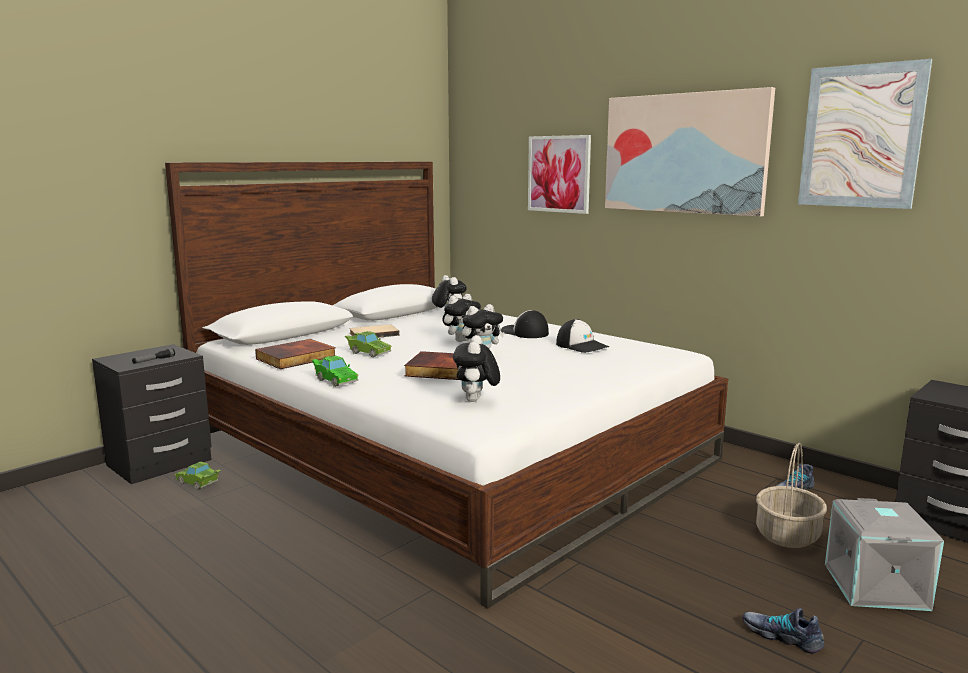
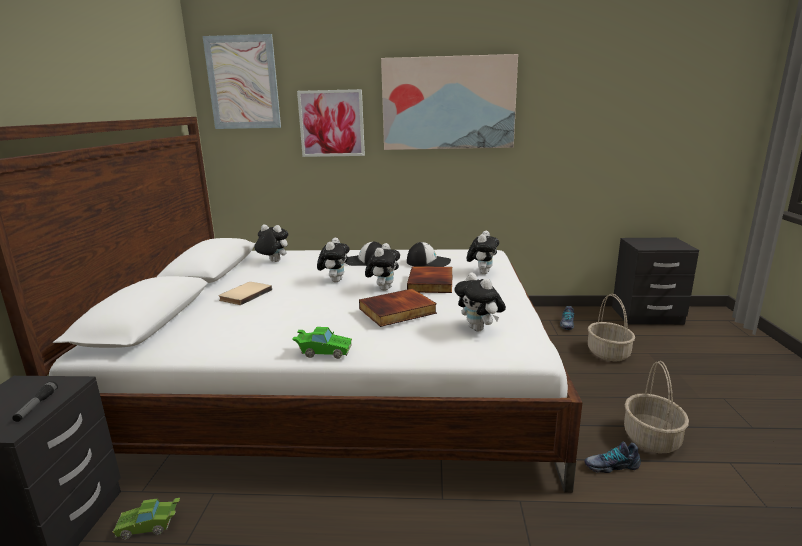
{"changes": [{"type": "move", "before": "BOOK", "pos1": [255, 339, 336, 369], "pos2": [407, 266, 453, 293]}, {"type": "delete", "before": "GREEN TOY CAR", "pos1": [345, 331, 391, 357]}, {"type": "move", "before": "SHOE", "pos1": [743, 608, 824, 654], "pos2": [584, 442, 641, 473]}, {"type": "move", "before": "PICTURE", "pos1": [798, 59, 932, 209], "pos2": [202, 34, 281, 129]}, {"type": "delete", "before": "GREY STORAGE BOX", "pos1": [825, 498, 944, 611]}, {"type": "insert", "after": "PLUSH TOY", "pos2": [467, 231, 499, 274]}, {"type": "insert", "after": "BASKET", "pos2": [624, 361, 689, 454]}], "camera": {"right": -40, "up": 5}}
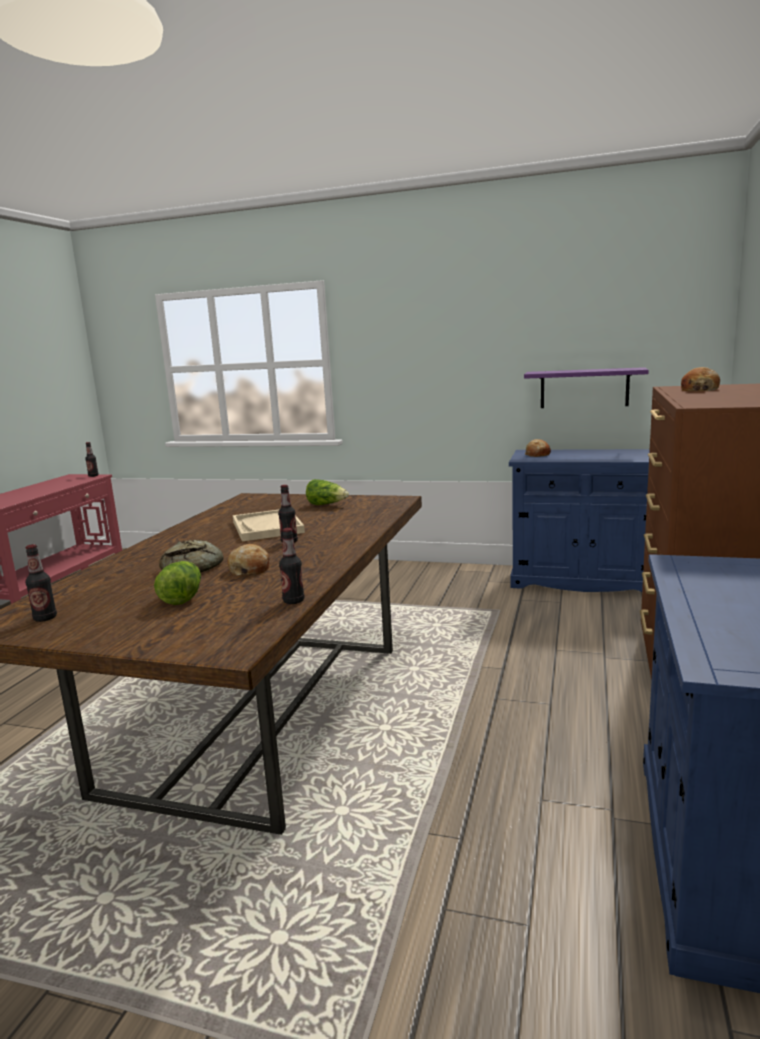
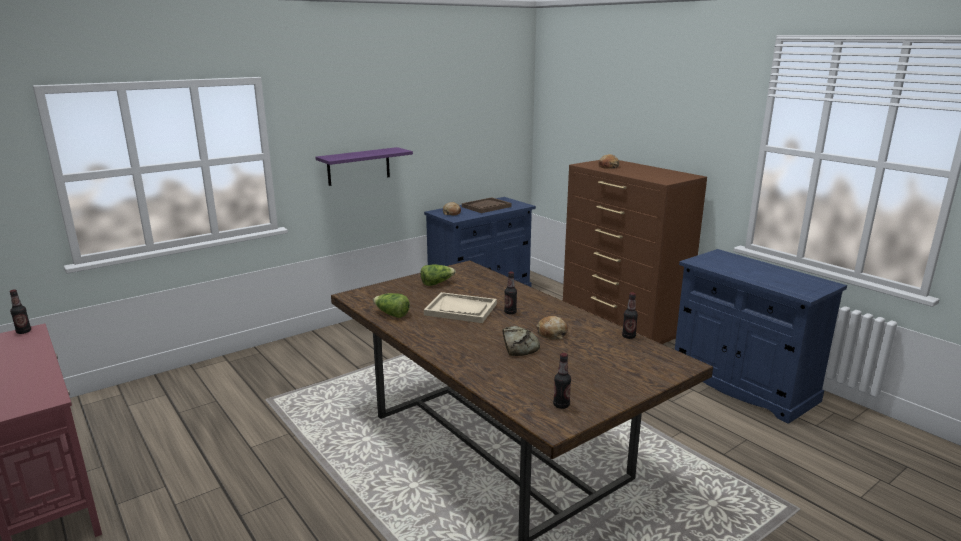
{"changes": [{"type": "move", "before": "LETTUCE", "pos1": [154, 561, 201, 605], "pos2": [373, 293, 410, 318]}, {"type": "move", "before": "PURPLE SHELF", "pos1": [524, 367, 649, 408], "pos2": [316, 147, 413, 186]}, {"type": "insert", "after": "BROWN TRAY", "pos2": [462, 197, 512, 213]}], "camera": {"right": -55, "up": 5}}
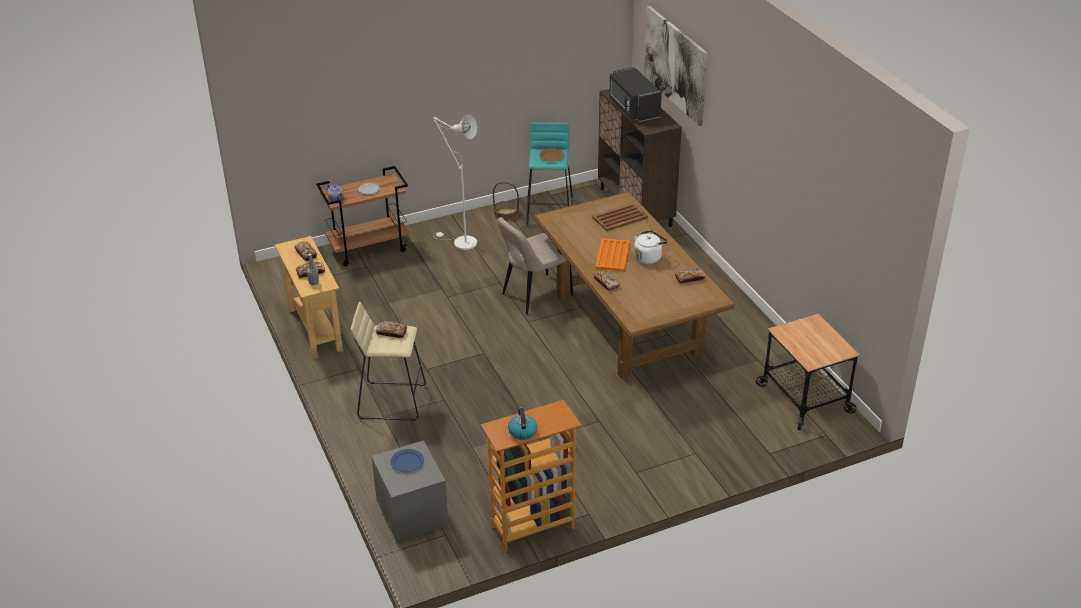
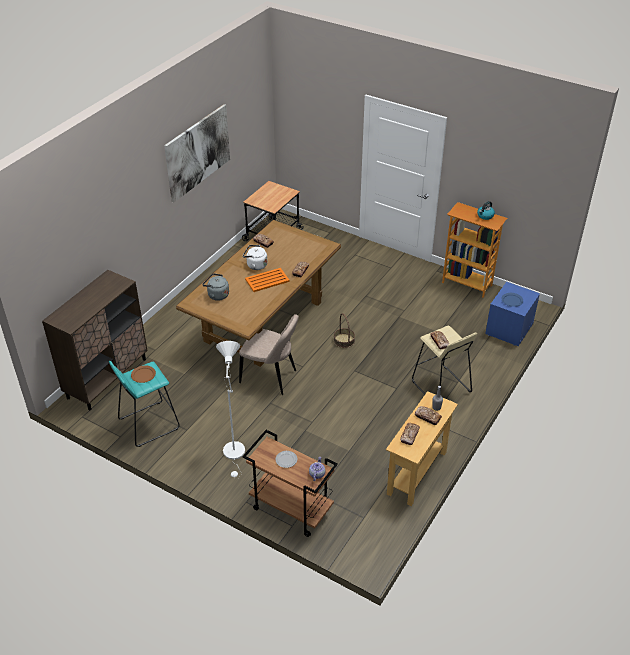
{"changes": [{"type": "recolor", "before": "GREY NIGHTSTAND", "after": "BLUE NIGHTSTAND", "pos1": [371, 440, 449, 542], "pos2": [485, 282, 540, 346]}, {"type": "move", "before": "BASKET", "pos1": [493, 182, 519, 221], "pos2": [334, 313, 355, 348]}, {"type": "replace", "before": "BROWN TRAY", "after": "GREY KETTLE", "pos1": [592, 203, 648, 231], "pos2": [202, 273, 229, 301]}, {"type": "delete", "before": "BLACK MICROWAVE", "pos1": [609, 67, 662, 122]}, {"type": "move", "before": "PICTURE", "pos1": [644, 6, 708, 126], "pos2": [164, 104, 230, 203]}], "camera": {"right": -125, "up": 5}}
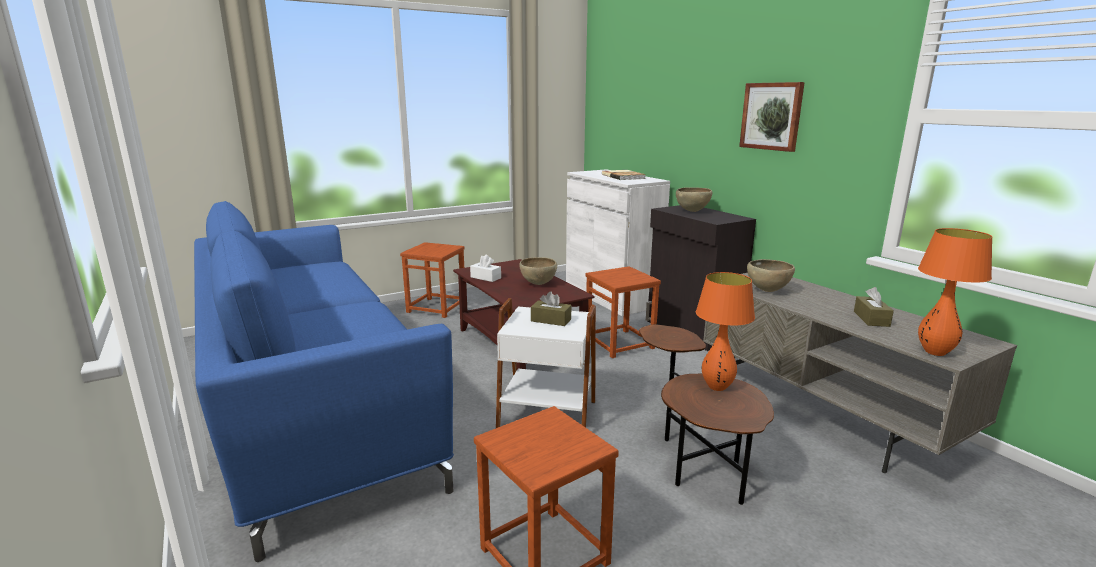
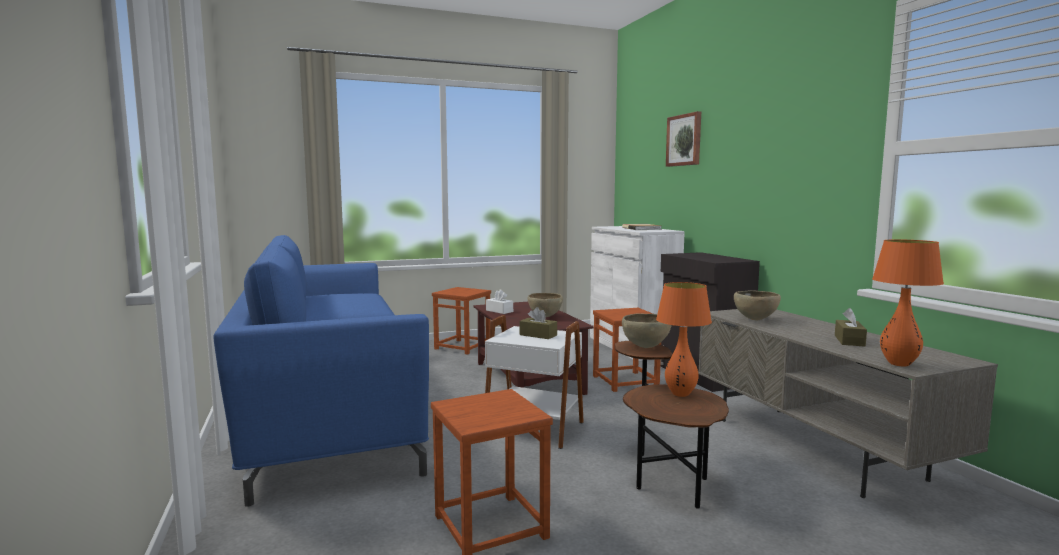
{"changes": [{"type": "move", "before": "BROWN BOWL", "pos1": [676, 187, 712, 212], "pos2": [622, 313, 672, 348]}, {"type": "move", "before": "PICTURE", "pos1": [739, 82, 805, 152], "pos2": [666, 111, 701, 167]}], "camera": {"right": 10, "up": -10}}
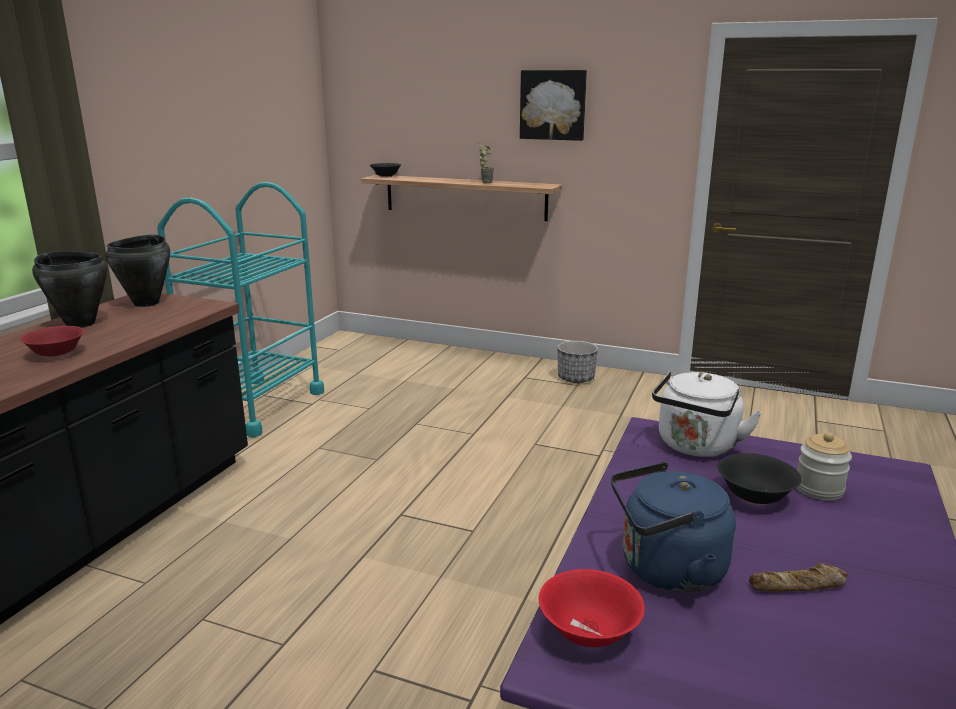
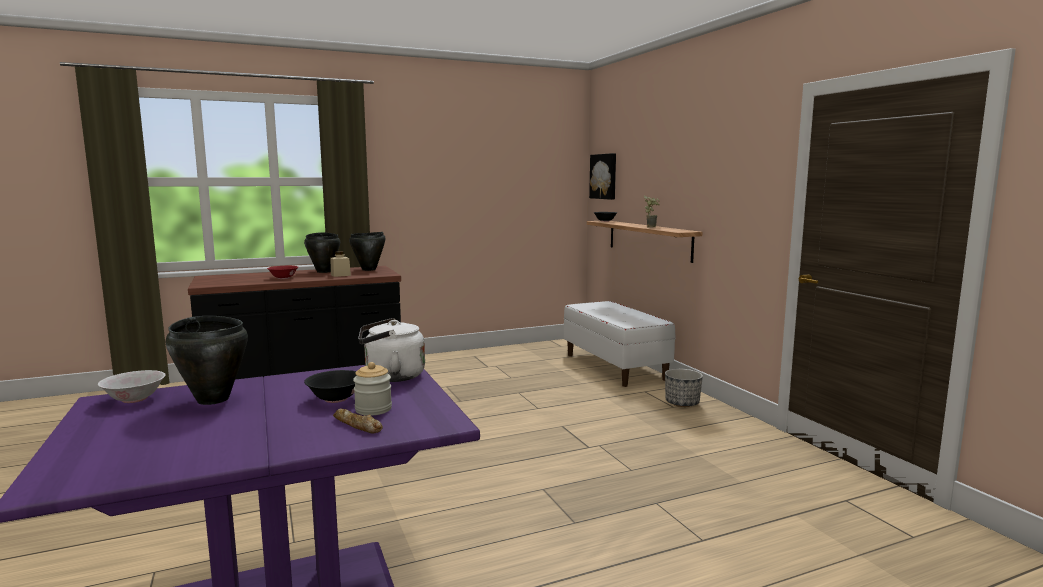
{"changes": [{"type": "delete", "before": "TURQUOISE CART", "pos1": [157, 182, 324, 437]}, {"type": "move", "before": "PICTURE", "pos1": [520, 70, 587, 141], "pos2": [589, 153, 616, 200]}, {"type": "recolor", "before": "RED BOWL", "after": "WHITE BOWL", "pos1": [539, 569, 645, 647], "pos2": [98, 370, 166, 403]}, {"type": "replace", "before": "BLUE KETTLE", "after": "BLACK COOKING POT", "pos1": [611, 462, 736, 593], "pos2": [165, 316, 248, 405]}, {"type": "move", "before": "BREAD", "pos1": [749, 562, 848, 592], "pos2": [333, 409, 383, 433]}, {"type": "insert", "after": "BEIGE JAR", "pos2": [331, 251, 351, 277]}, {"type": "insert", "after": "WHITE BENCH", "pos2": [564, 301, 676, 387]}], "camera": {"right": 45, "up": -10}}
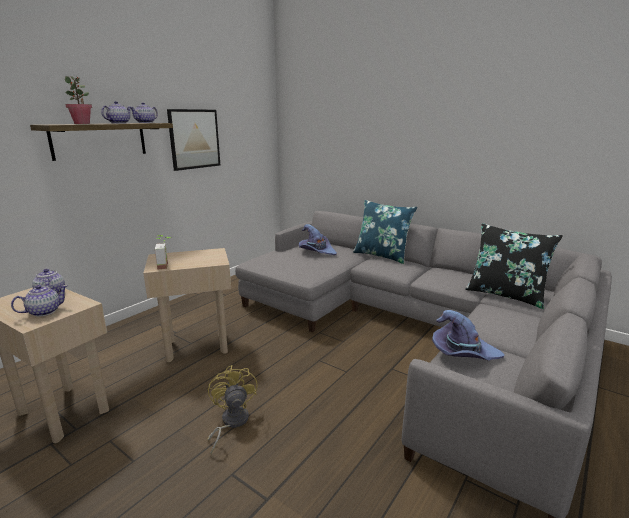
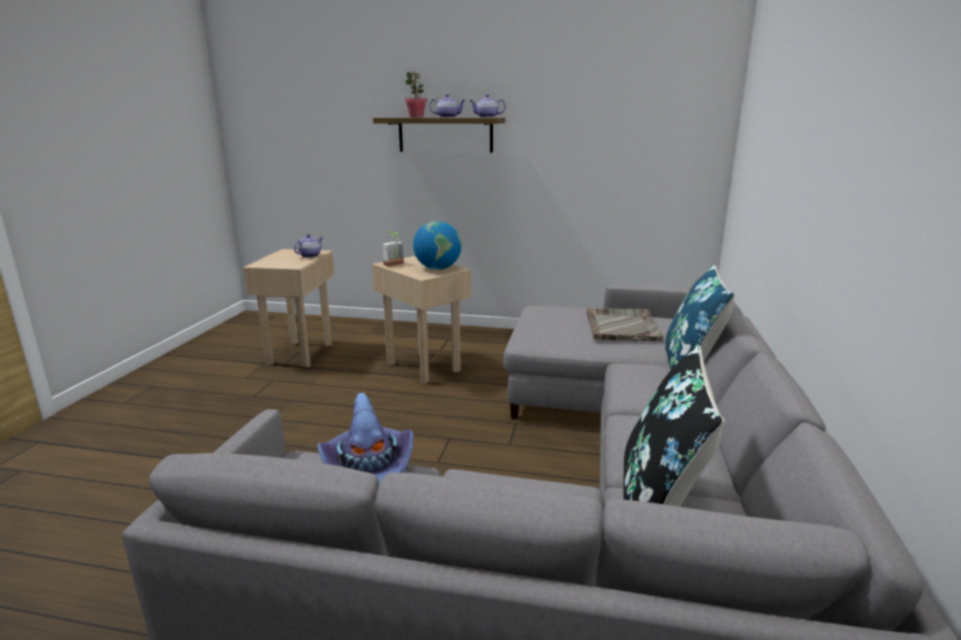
{"changes": [{"type": "delete", "before": "TEAPOT", "pos1": [11, 285, 68, 316]}, {"type": "delete", "before": "PICTURE", "pos1": [167, 109, 220, 171]}, {"type": "delete", "before": "YELLOW FAN", "pos1": [207, 365, 257, 455]}, {"type": "replace", "before": "PURPLE HAT", "after": "GREY TRAY", "pos1": [299, 224, 337, 255], "pos2": [587, 308, 663, 342]}, {"type": "insert", "after": "GLOBE", "pos2": [413, 221, 462, 270]}], "camera": {"right": 65, "up": 0}}
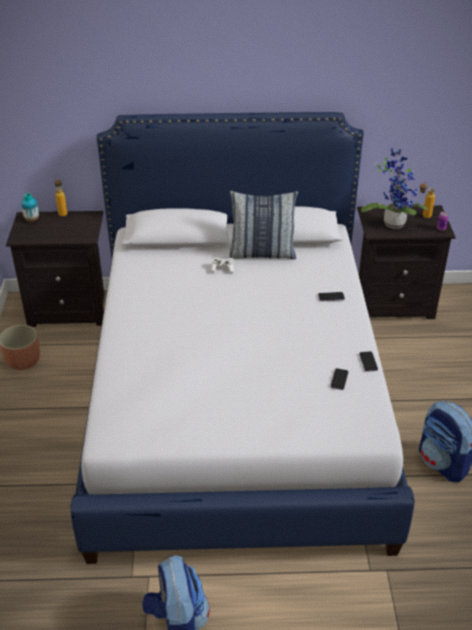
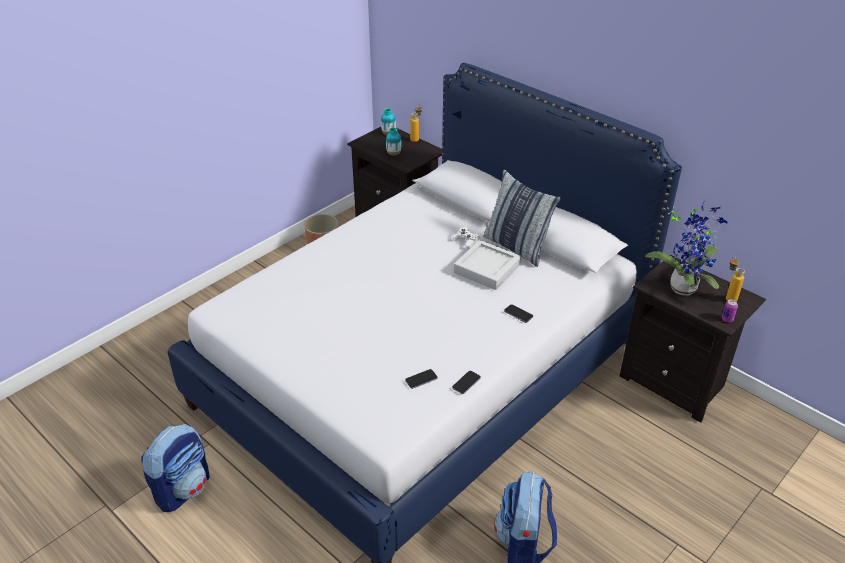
{"changes": [{"type": "insert", "after": "VASE", "pos2": [386, 128, 401, 156]}, {"type": "insert", "after": "GREY TRAY", "pos2": [454, 240, 521, 290]}], "camera": {"right": 45, "up": 0}}
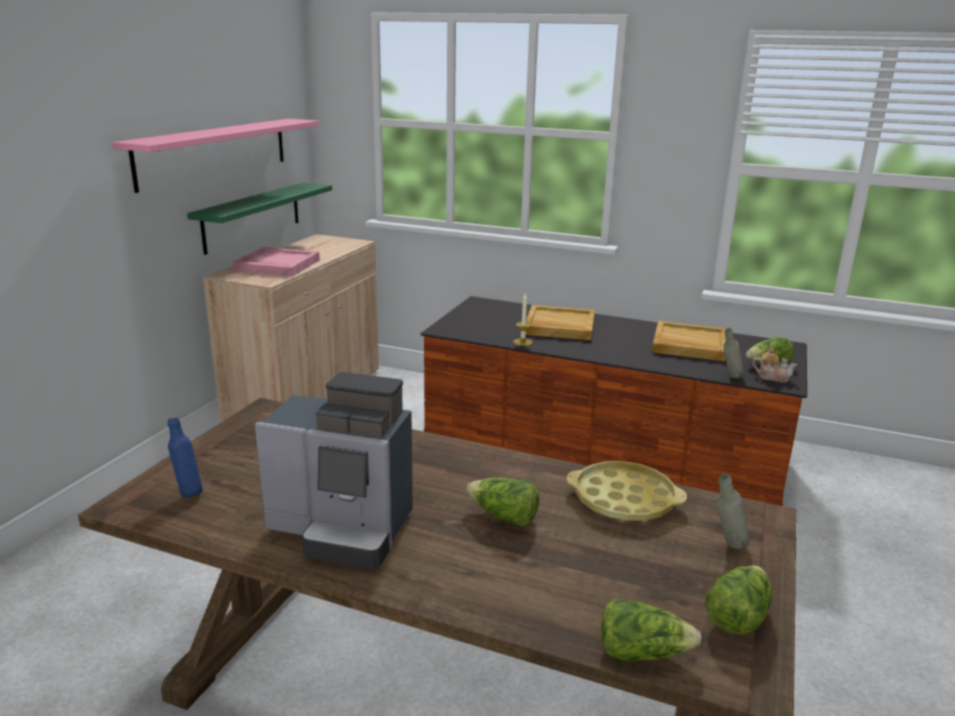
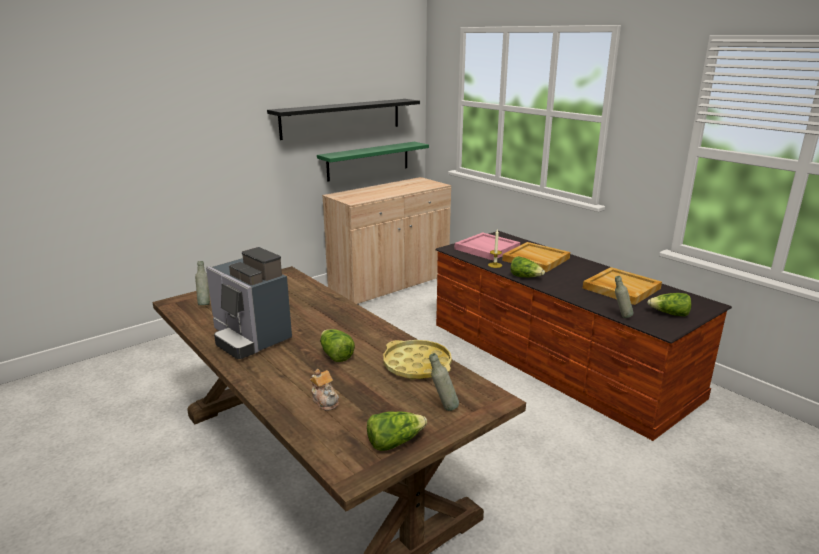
{"changes": [{"type": "recolor", "before": "PINK SHELF", "after": "BLACK SHELF", "pos1": [112, 119, 319, 193], "pos2": [267, 99, 420, 140]}, {"type": "recolor", "before": "BLUE BOTTLE", "after": "GREY BOTTLE", "pos1": [168, 417, 203, 498], "pos2": [195, 261, 210, 305]}, {"type": "move", "before": "PINK TRAY", "pos1": [231, 247, 320, 277], "pos2": [455, 232, 520, 260]}, {"type": "move", "before": "LETTUCE", "pos1": [601, 599, 702, 661], "pos2": [511, 256, 545, 277]}, {"type": "move", "before": "TEAPOT", "pos1": [752, 348, 797, 382], "pos2": [310, 369, 339, 411]}], "camera": {"right": 30, "up": 0}}
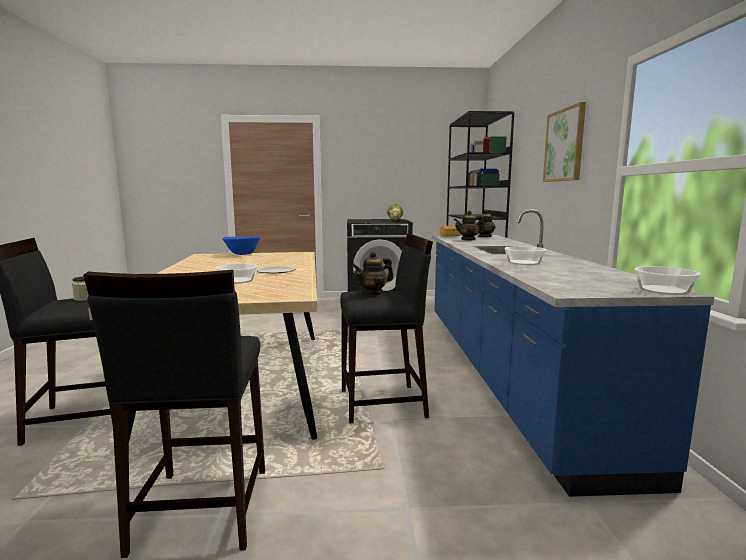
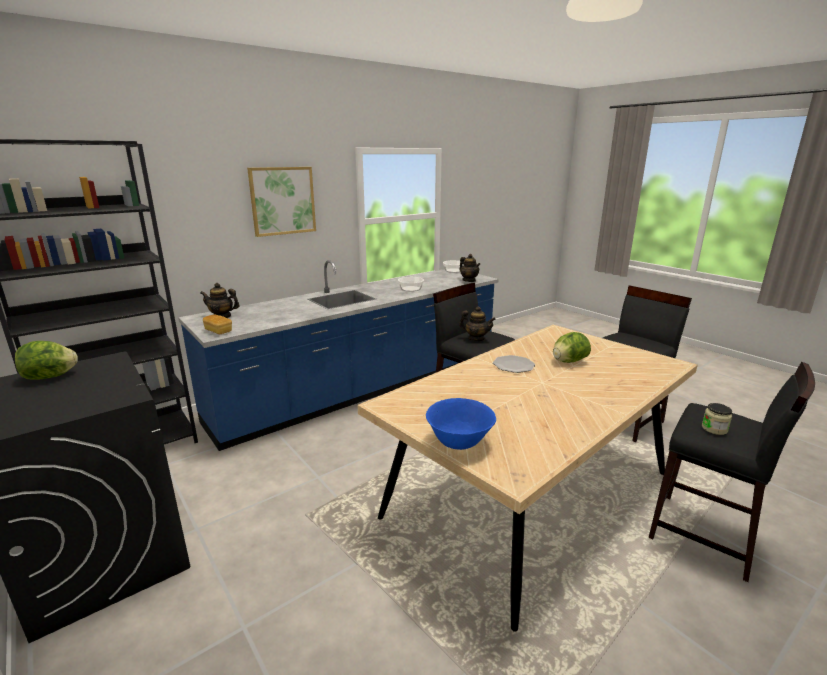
{"changes": [{"type": "replace", "before": "BOWL", "after": "LETTUCE", "pos1": [216, 263, 257, 284], "pos2": [553, 332, 591, 363]}, {"type": "move", "before": "TEAPOT", "pos1": [454, 211, 485, 241], "pos2": [459, 254, 480, 282]}], "camera": {"right": -125, "up": 10}}
